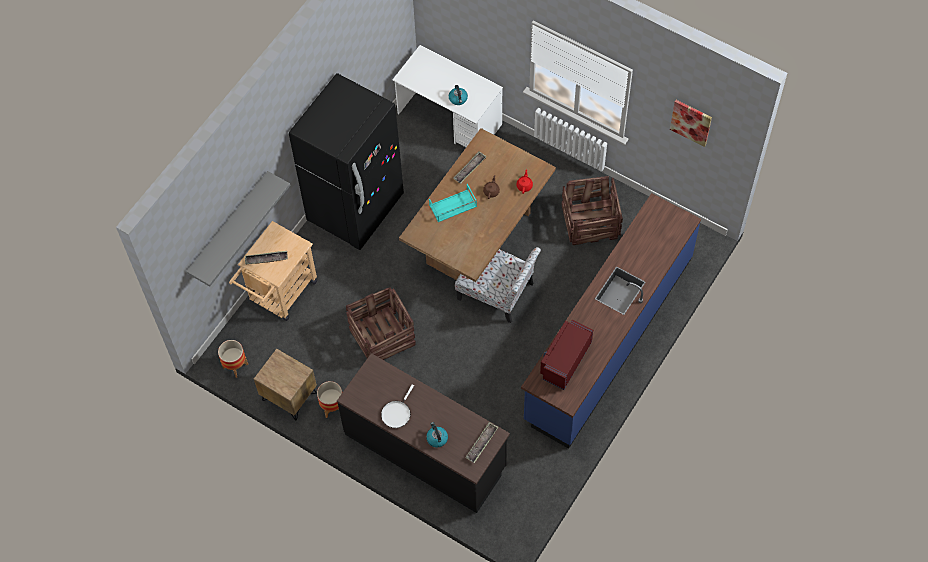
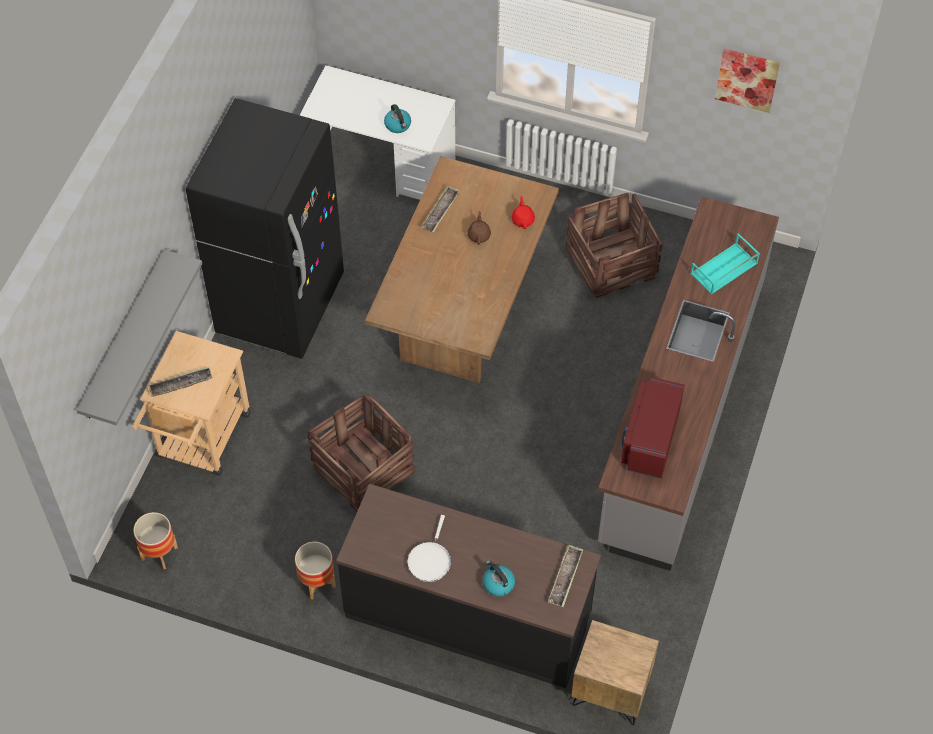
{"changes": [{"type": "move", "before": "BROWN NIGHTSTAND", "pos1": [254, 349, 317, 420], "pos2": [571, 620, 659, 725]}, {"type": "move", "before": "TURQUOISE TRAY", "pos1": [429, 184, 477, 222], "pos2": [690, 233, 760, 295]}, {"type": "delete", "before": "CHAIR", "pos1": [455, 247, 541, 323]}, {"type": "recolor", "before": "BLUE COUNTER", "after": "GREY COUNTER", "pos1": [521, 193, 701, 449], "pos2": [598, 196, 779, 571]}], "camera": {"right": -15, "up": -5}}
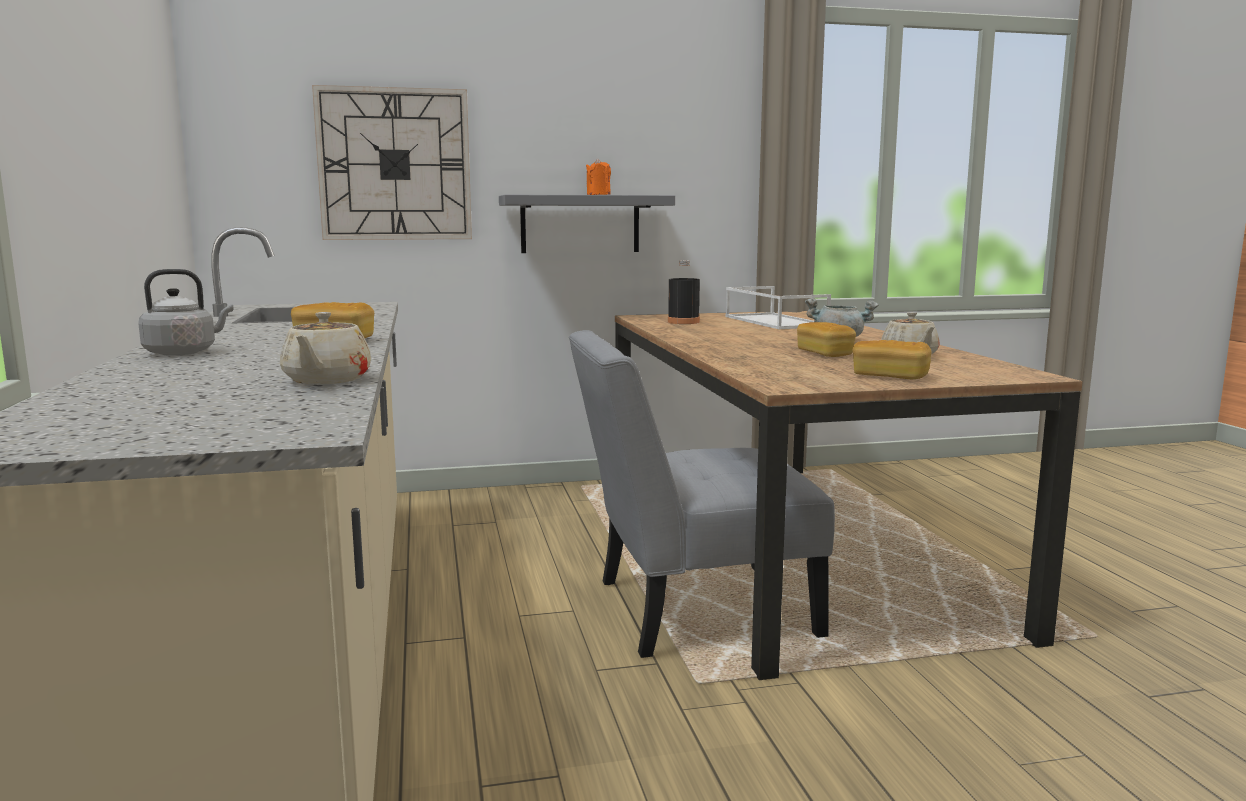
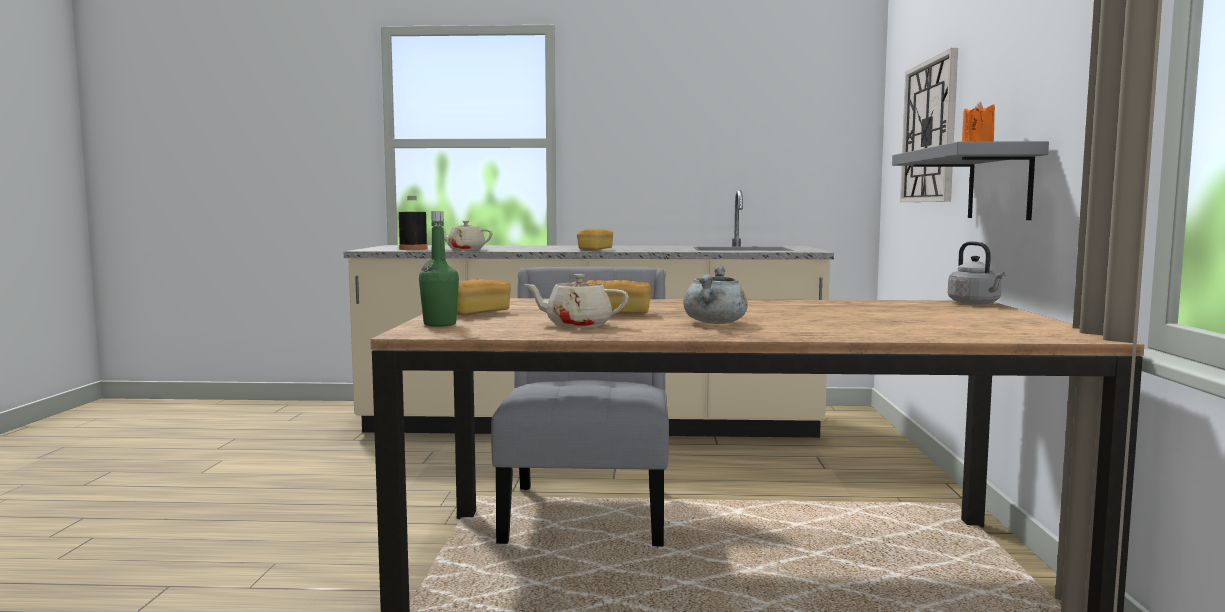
{"changes": [{"type": "move", "before": "GREY KETTLE", "pos1": [138, 269, 234, 356], "pos2": [948, 241, 1005, 305]}, {"type": "move", "before": "BLACK BOTTLE", "pos1": [668, 260, 700, 324], "pos2": [399, 196, 428, 250]}, {"type": "delete", "before": "WHITE TRAY", "pos1": [725, 286, 831, 329]}, {"type": "insert", "after": "GREEN BOTTLE", "pos2": [419, 211, 459, 327]}], "camera": {"right": 105, "up": -5}}
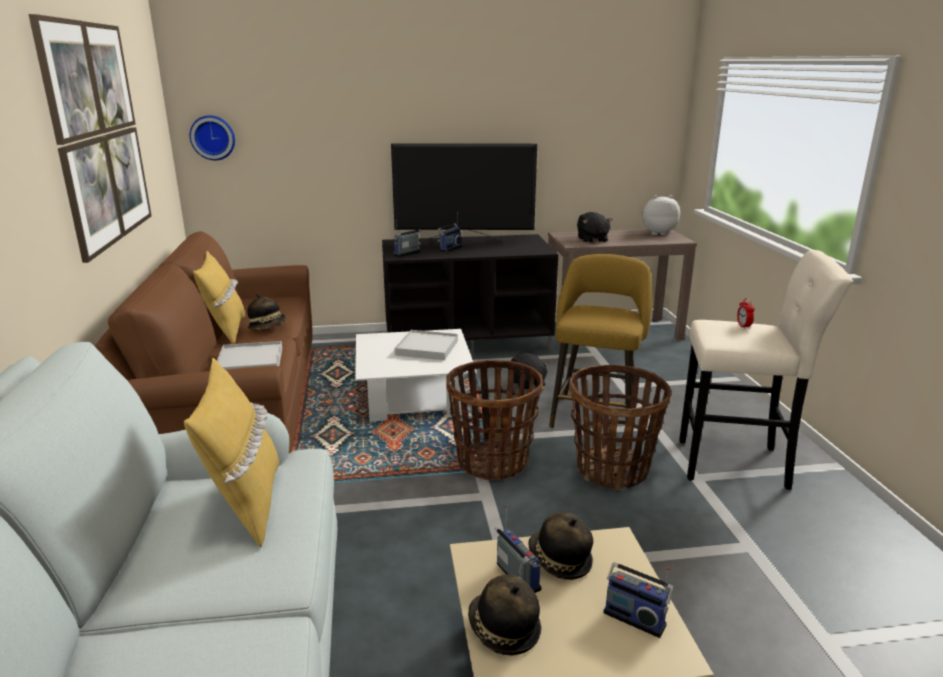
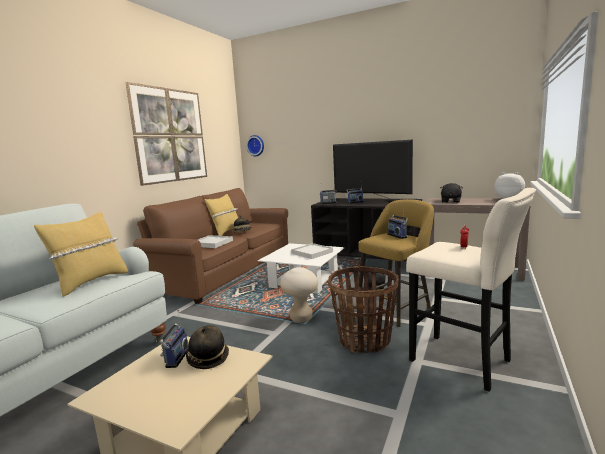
{"changes": [{"type": "replace", "before": "BASKET", "after": "BEIGE STOOL", "pos1": [446, 360, 544, 481], "pos2": [280, 267, 318, 323]}, {"type": "delete", "before": "HAT", "pos1": [468, 574, 541, 655]}, {"type": "move", "before": "RADIO", "pos1": [603, 562, 674, 638], "pos2": [387, 208, 408, 239]}], "camera": {"right": 35, "up": -10}}
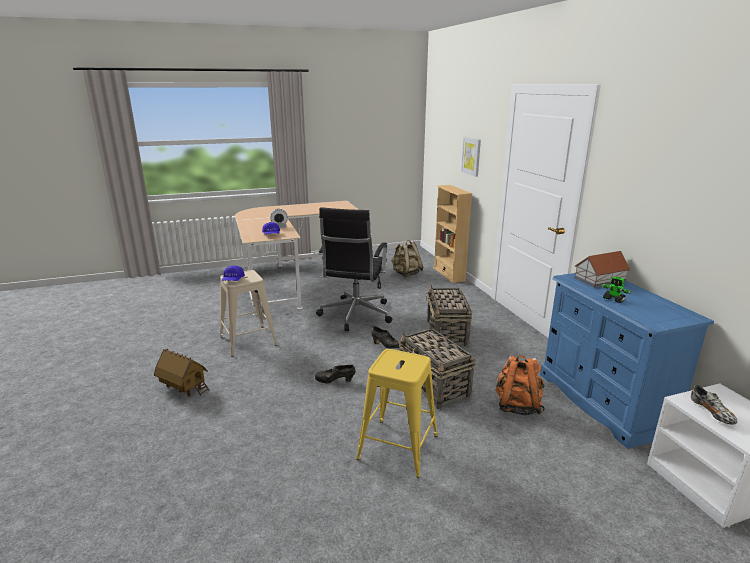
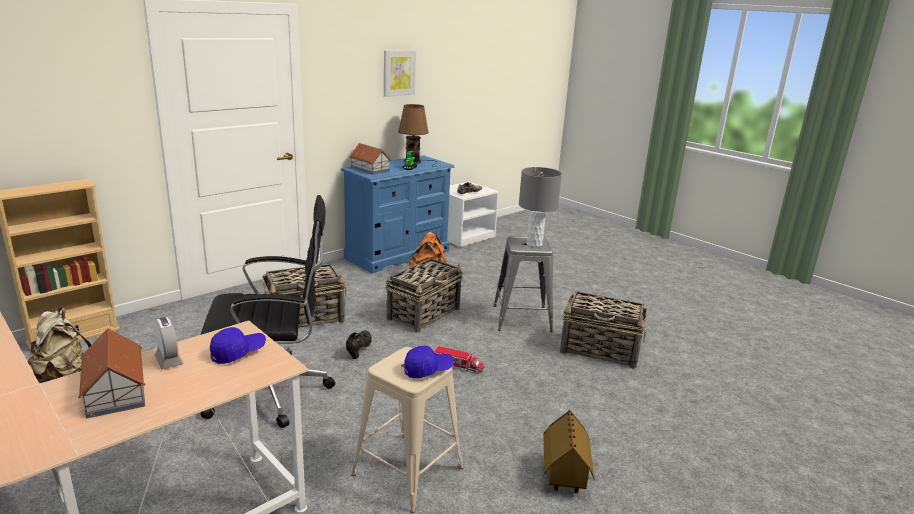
{"changes": [{"type": "replace", "before": "BLACK SHOE", "after": "TOY TRUCK", "pos1": [315, 365, 356, 383], "pos2": [434, 346, 485, 374]}, {"type": "recolor", "before": "YELLOW STOOL", "after": "GREY STOOL", "pos1": [356, 349, 438, 478], "pos2": [493, 236, 553, 332]}, {"type": "move", "before": "PICTURE", "pos1": [461, 137, 481, 177], "pos2": [384, 50, 416, 97]}, {"type": "insert", "after": "TOY HOUSE", "pos2": [78, 328, 145, 418]}, {"type": "insert", "after": "BROWN TABLE LAMP", "pos2": [398, 104, 437, 167]}, {"type": "insert", "after": "GREY TABLE LAMP", "pos2": [519, 167, 562, 247]}, {"type": "insert", "after": "BASKET", "pos2": [560, 291, 648, 369]}], "camera": {"right": -115, "up": 0}}
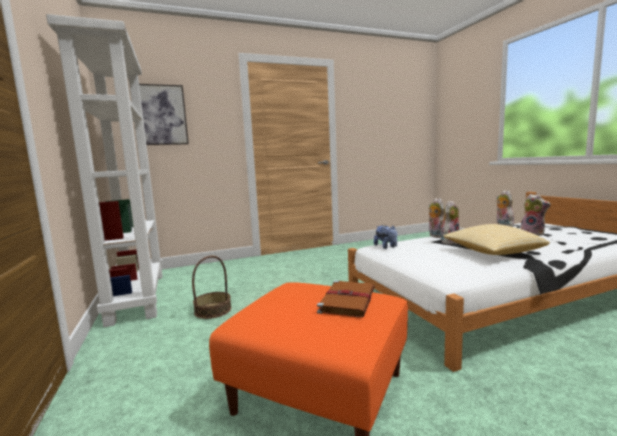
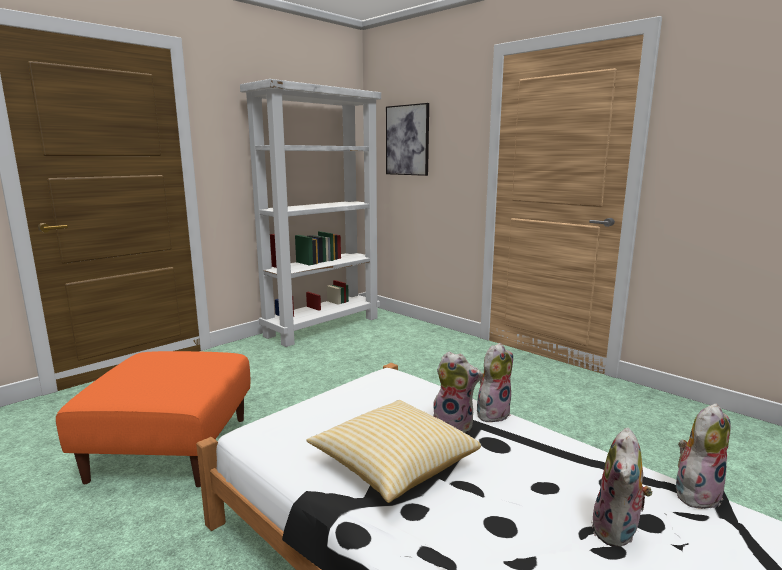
{"changes": [{"type": "delete", "before": "BASKET", "pos1": [192, 256, 232, 319]}, {"type": "delete", "before": "BROWN BOOK", "pos1": [317, 280, 375, 318]}, {"type": "delete", "before": "PLUSH TOY", "pos1": [374, 225, 397, 249]}], "camera": {"right": 65, "up": 5}}
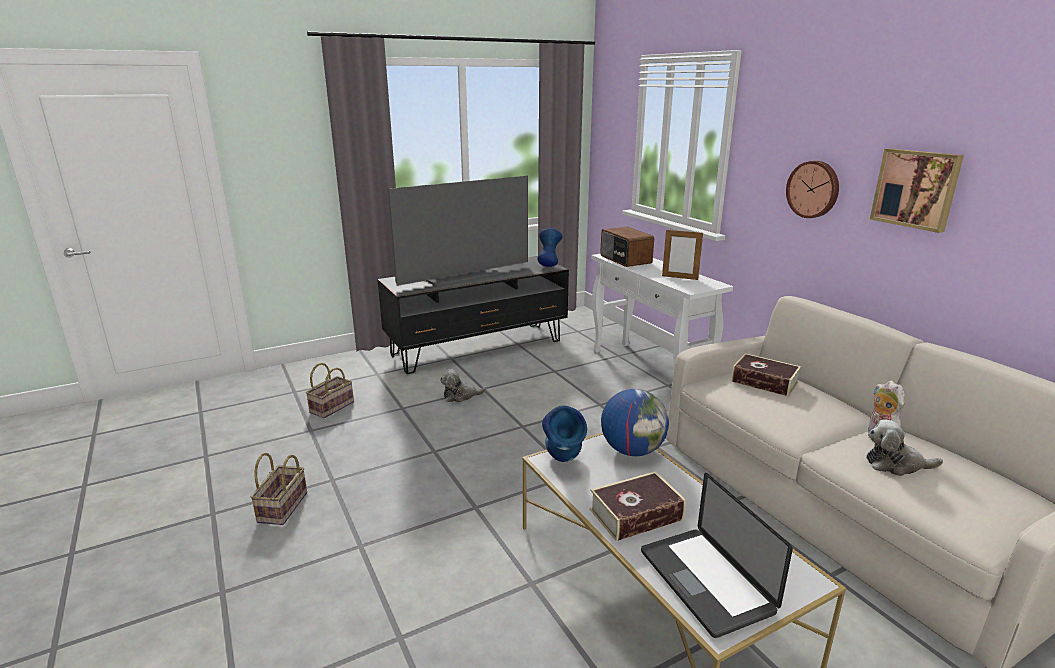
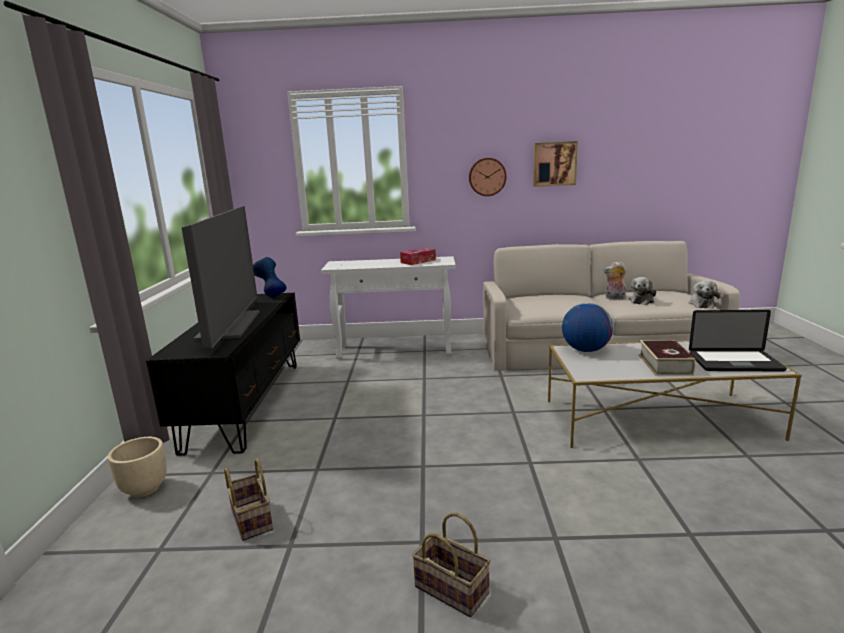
{"changes": [{"type": "move", "before": "PLUSH TOY", "pos1": [440, 369, 486, 402], "pos2": [688, 280, 720, 308]}, {"type": "delete", "before": "BLUE VASE", "pos1": [542, 405, 587, 462]}, {"type": "delete", "before": "RADIO", "pos1": [600, 227, 654, 267]}, {"type": "replace", "before": "PICTURE FRAME", "after": "TISSUE BOX", "pos1": [662, 229, 703, 280], "pos2": [400, 248, 436, 265]}, {"type": "delete", "before": "BOOK", "pos1": [731, 353, 801, 397]}, {"type": "insert", "after": "BEIGE PLANTER", "pos2": [108, 437, 167, 498]}], "camera": {"right": -60, "up": -5}}
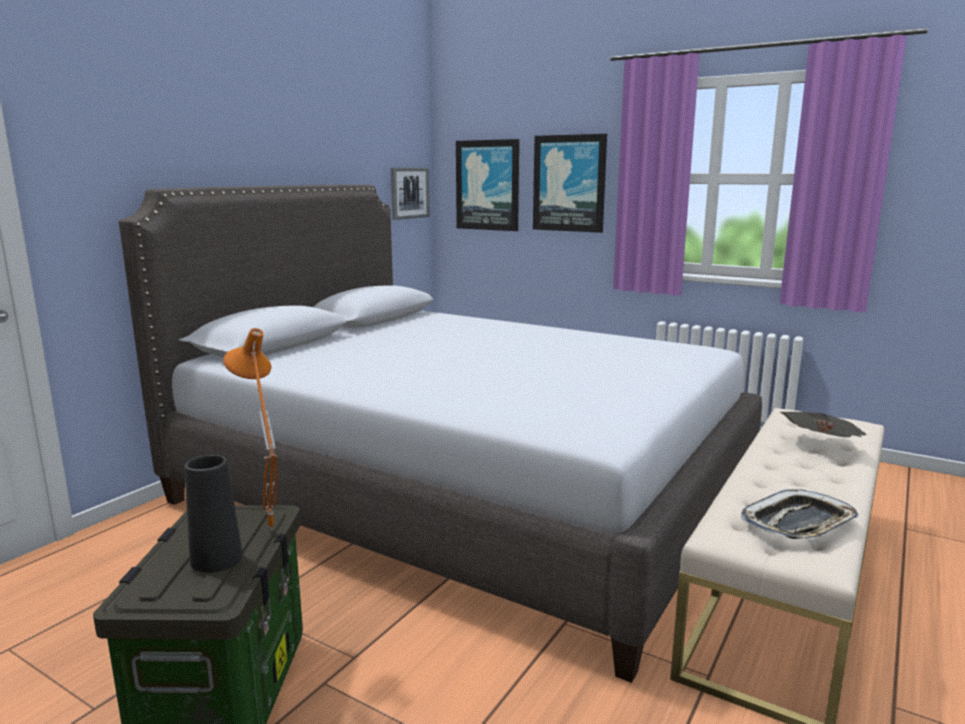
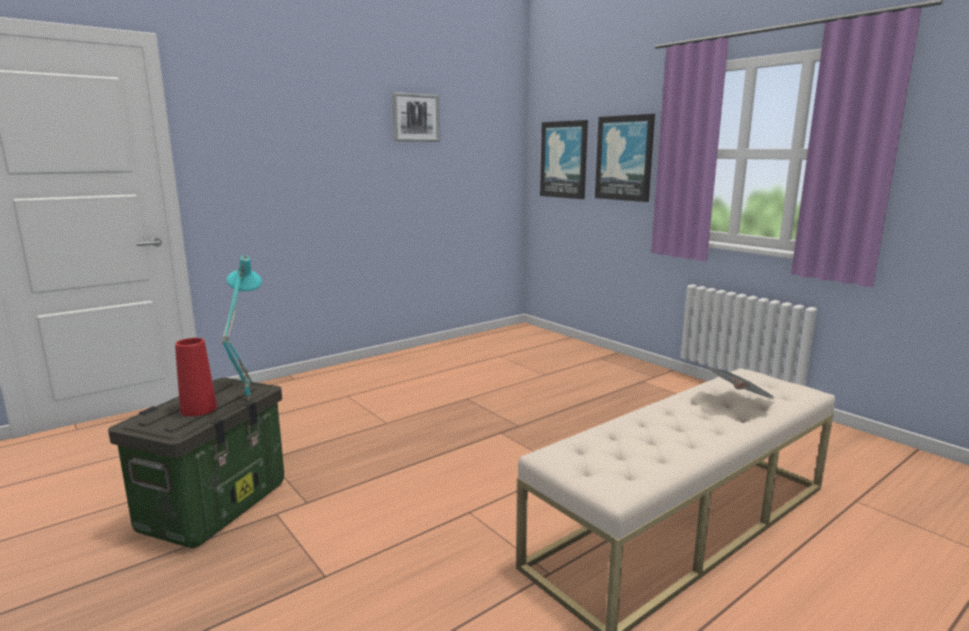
{"changes": [{"type": "delete", "before": "GREY BED", "pos1": [119, 185, 762, 683]}, {"type": "recolor", "before": "BLACK VASE", "after": "RED VASE", "pos1": [184, 455, 243, 573], "pos2": [175, 338, 217, 416]}, {"type": "recolor", "before": "ORANGE TABLE LAMP", "after": "TURQUOISE TABLE LAMP", "pos1": [223, 328, 277, 531], "pos2": [221, 256, 262, 399]}, {"type": "move", "before": "PICTURE", "pos1": [391, 168, 430, 220], "pos2": [392, 92, 440, 142]}, {"type": "delete", "before": "TRAY", "pos1": [741, 489, 859, 539]}], "camera": {"right": 20, "up": 0}}
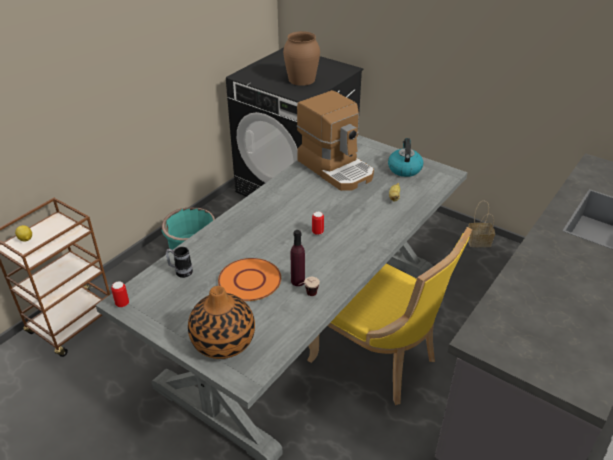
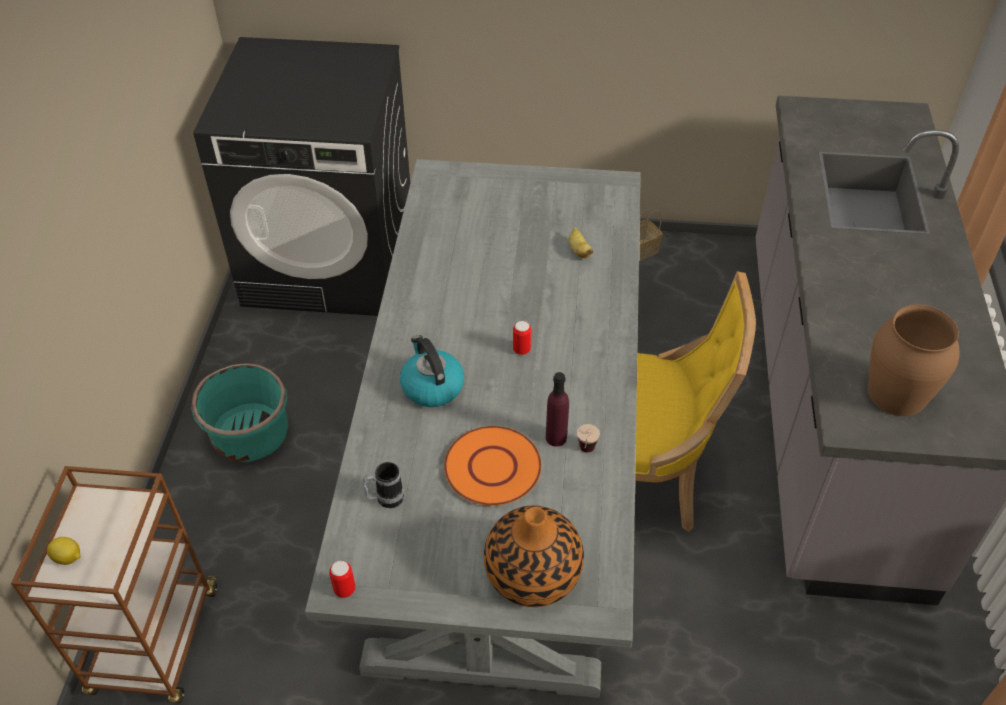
{"changes": [{"type": "move", "before": "BROWN VASE", "pos1": [283, 31, 320, 86], "pos2": [868, 305, 960, 416]}, {"type": "delete", "before": "COFFEE MACHINE", "pos1": [297, 90, 374, 191]}, {"type": "move", "before": "KETTLE", "pos1": [388, 138, 423, 177], "pos2": [400, 335, 464, 407]}], "camera": {"right": -30, "up": 10}}
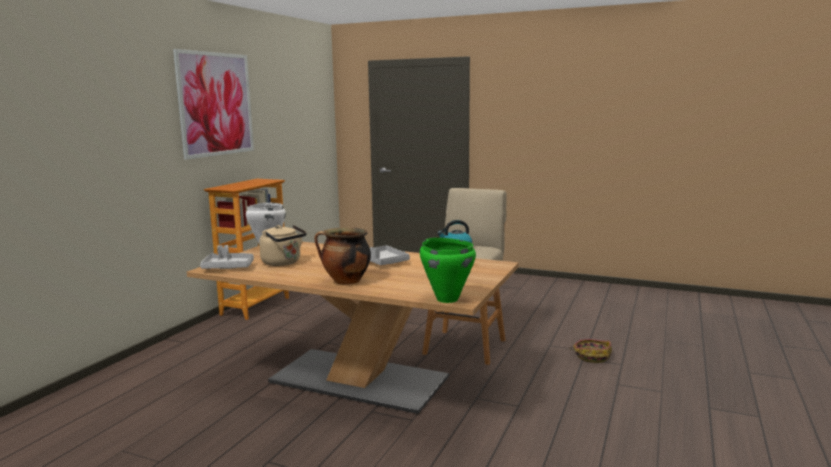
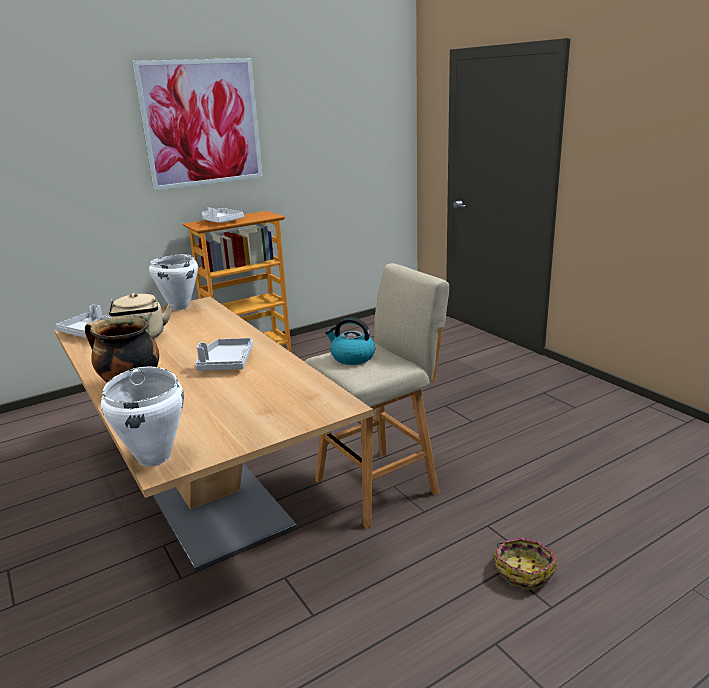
{"changes": [{"type": "recolor", "before": "GREEN COOKING POT", "after": "WHITE COOKING POT", "pos1": [420, 238, 476, 303], "pos2": [101, 367, 184, 467]}, {"type": "insert", "after": "WHITE TRAY", "pos2": [202, 207, 244, 223]}], "camera": {"right": 35, "up": 10}}
